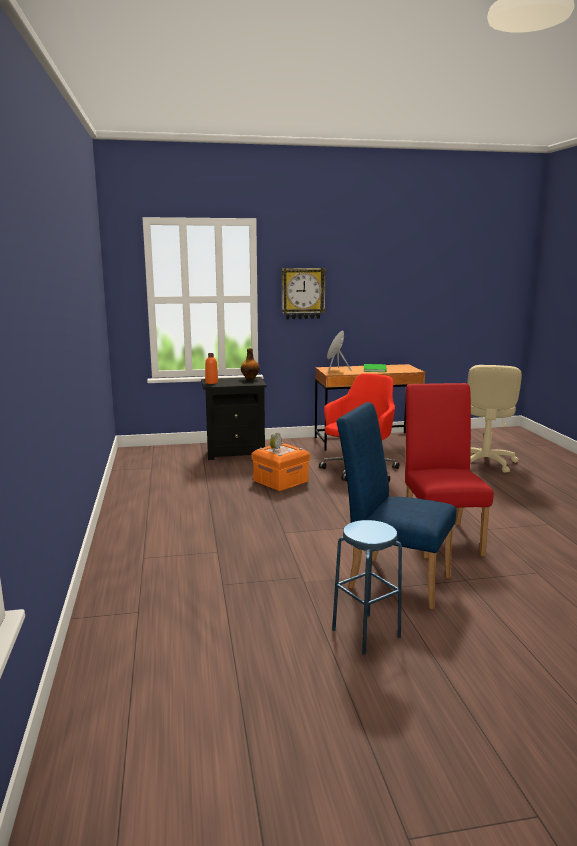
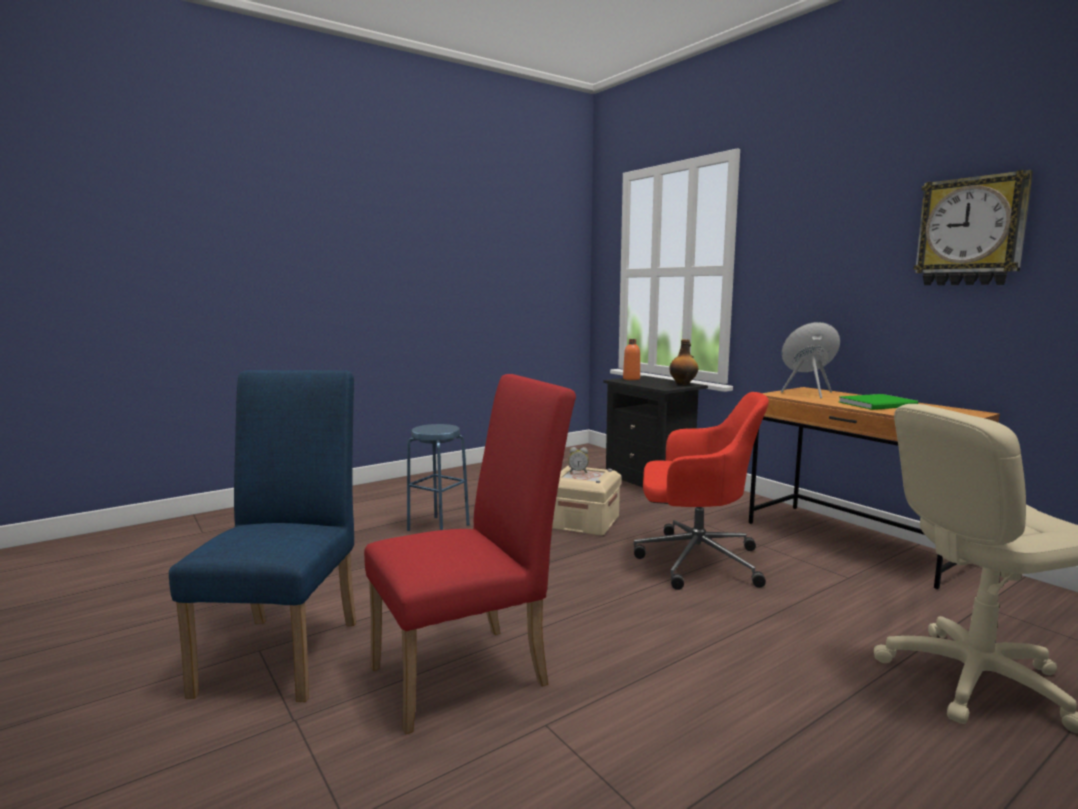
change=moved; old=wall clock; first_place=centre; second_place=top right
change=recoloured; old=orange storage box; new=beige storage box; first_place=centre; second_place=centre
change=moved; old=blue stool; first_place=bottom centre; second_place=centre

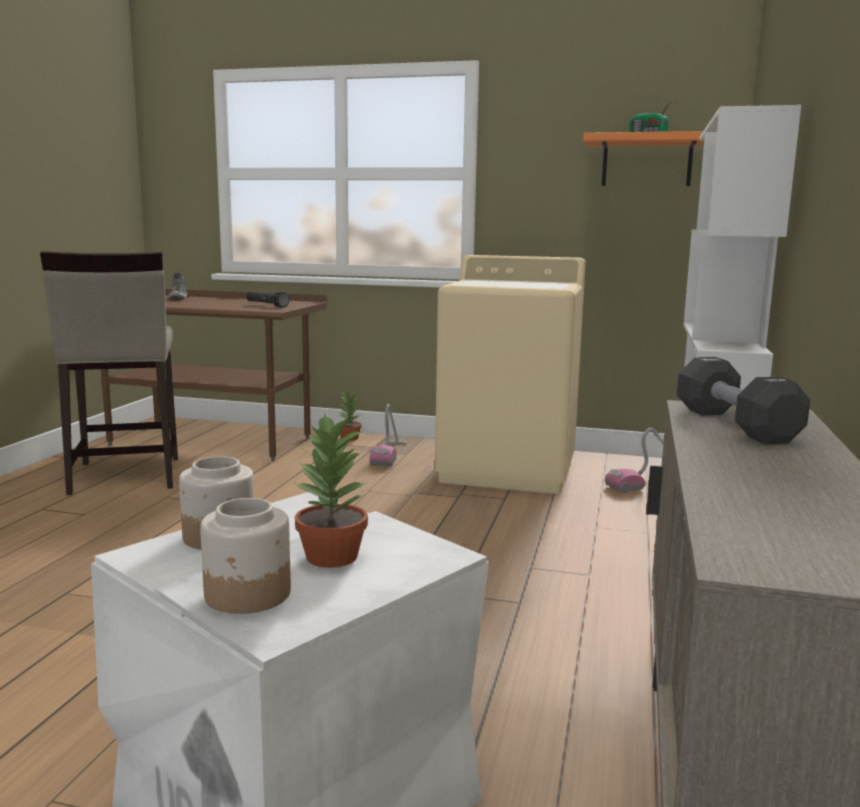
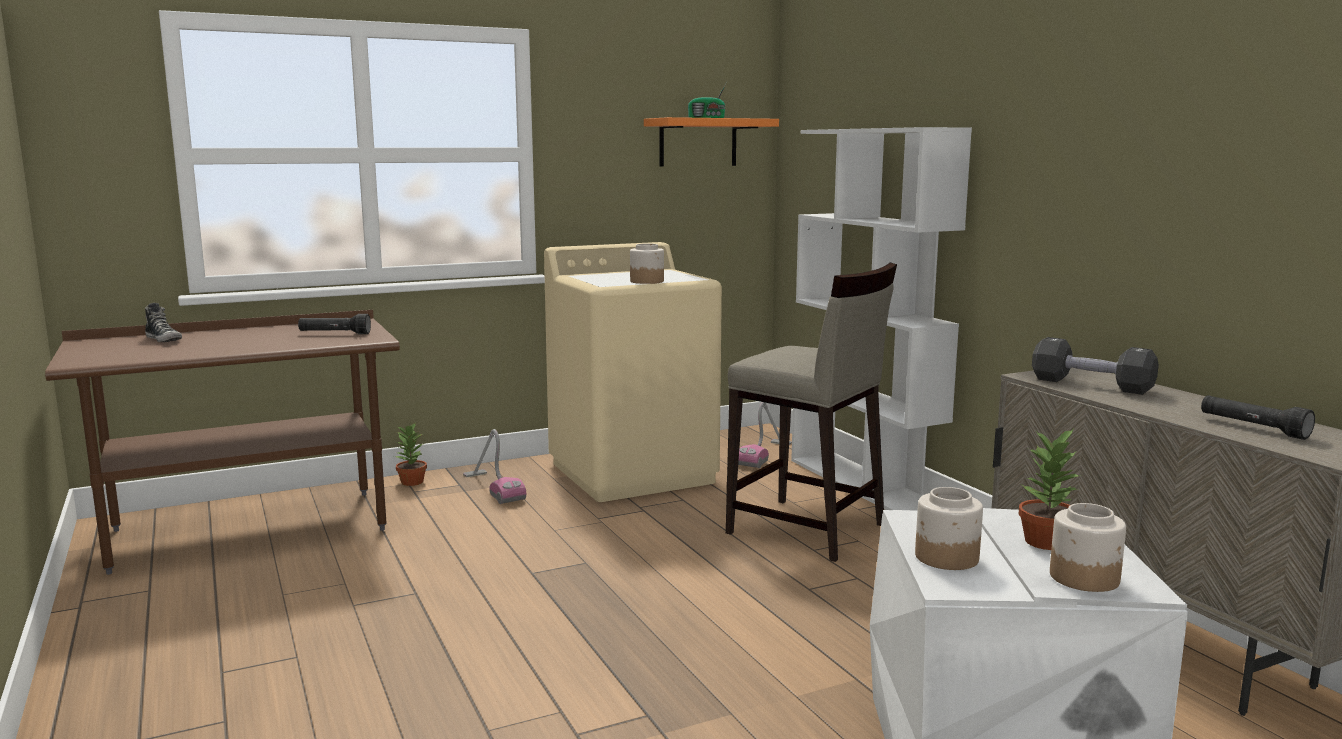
change=moved; old=beige stool; first_place=middle left; second_place=centre
change=added; new=jar (1st from left); second_place=centre
change=added; new=black flashlight (2nd from left); second_place=middle right

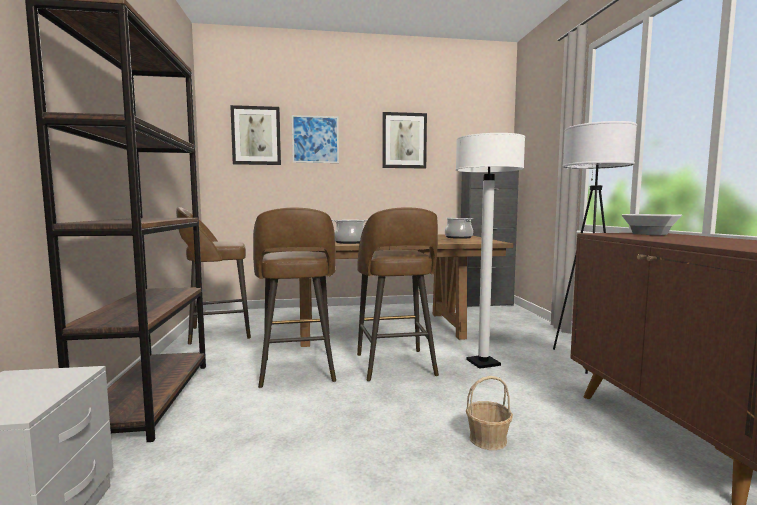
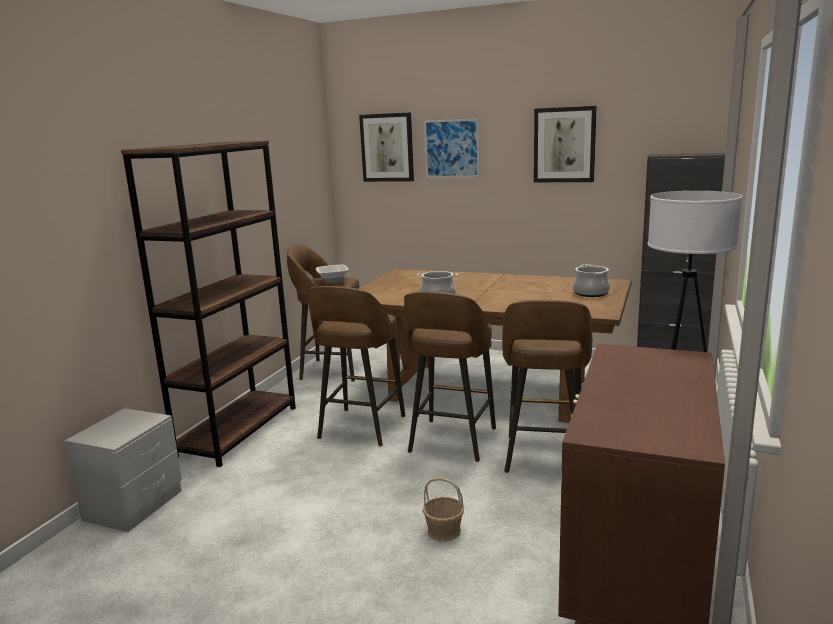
change=replaced; old=white floor lamp (1st from left); new=brown stool (4th from left); first_place=centre; second_place=centre
change=moved; old=bowl; first_place=middle right; second_place=centre

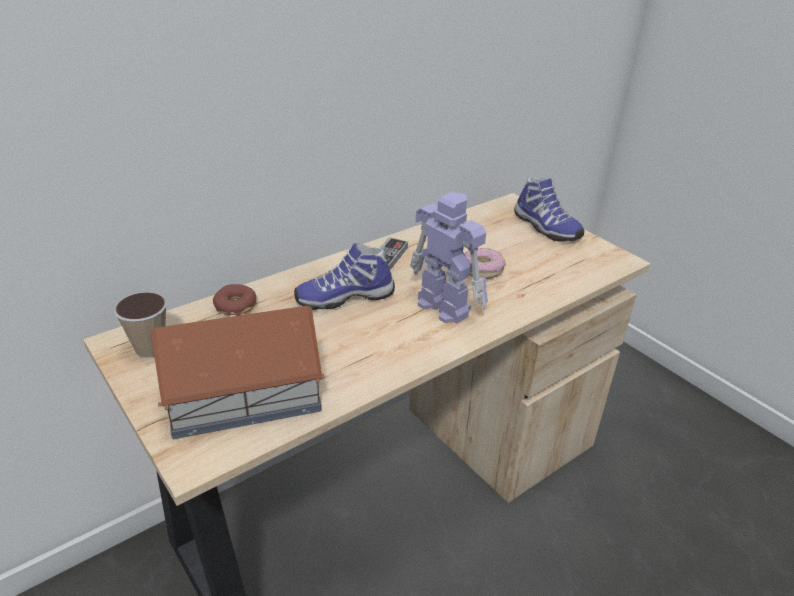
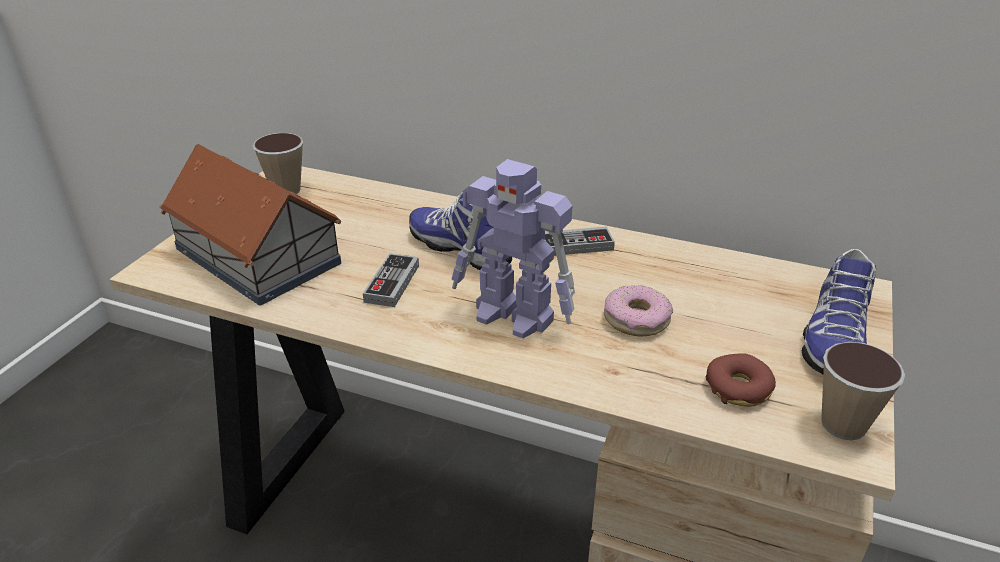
change=turned; old=toy robot; first_place=centre; second_place=centre; degrees=105
change=moved; old=donut (1st from left in the first image); new=donut (2nd from left); first_place=middle left; second_place=bottom right
change=added; new=game controller (1st from left); second_place=centre
change=added; new=cup (2nd from left); second_place=bottom right

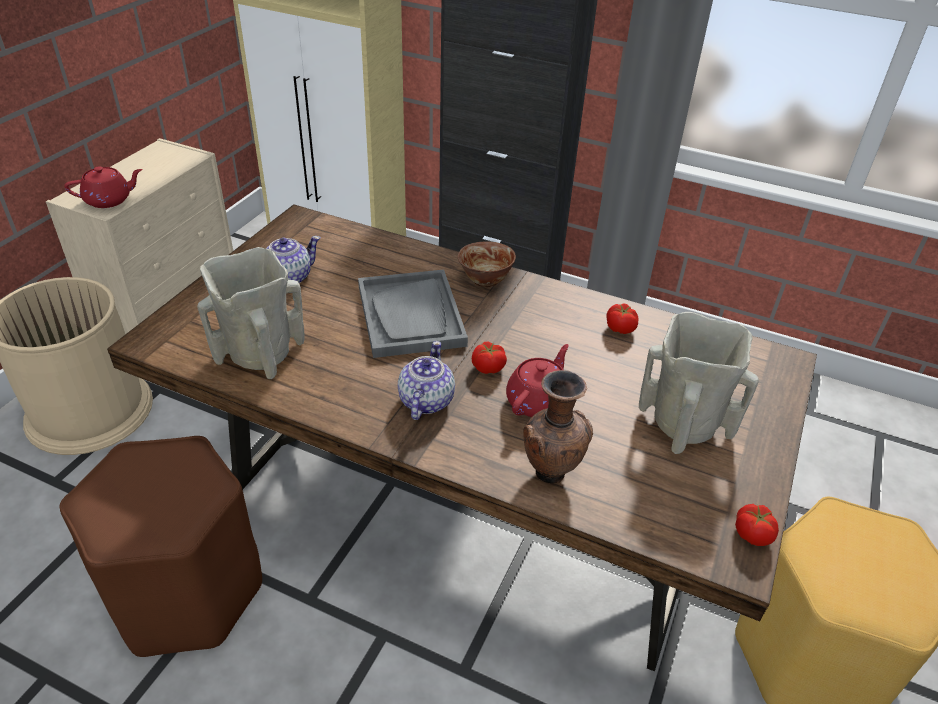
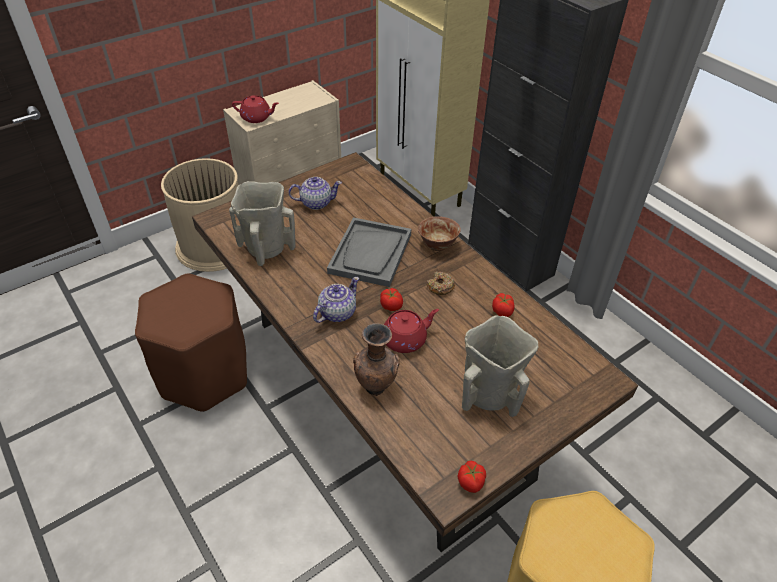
change=added; new=donut; second_place=centre

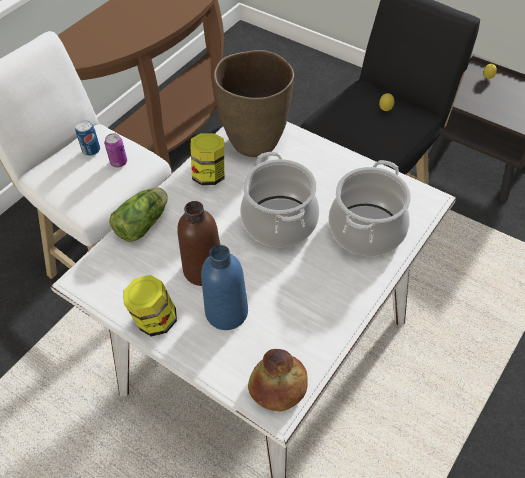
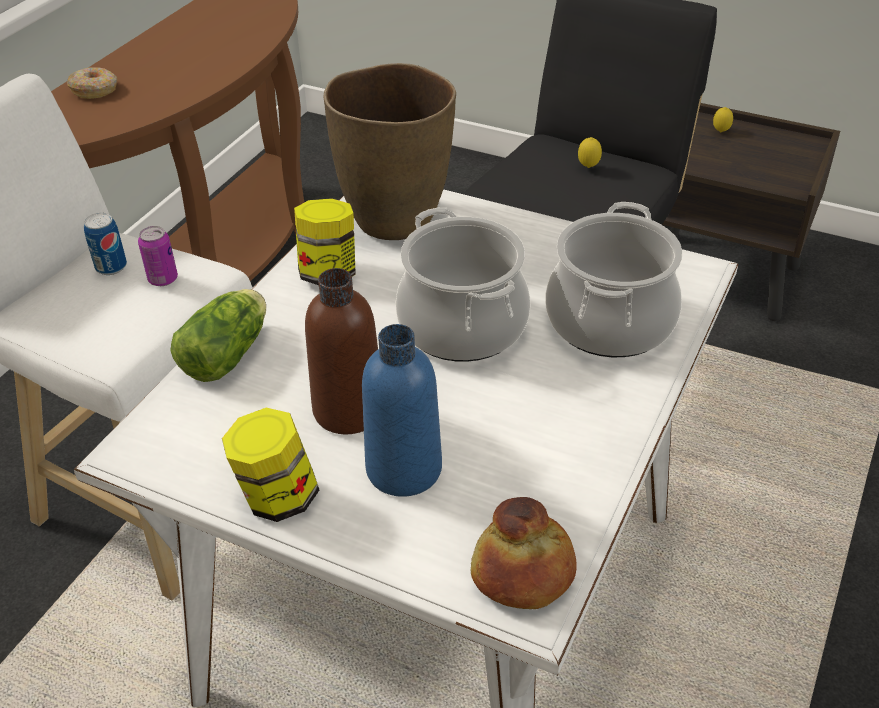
change=added; new=donut; second_place=top left

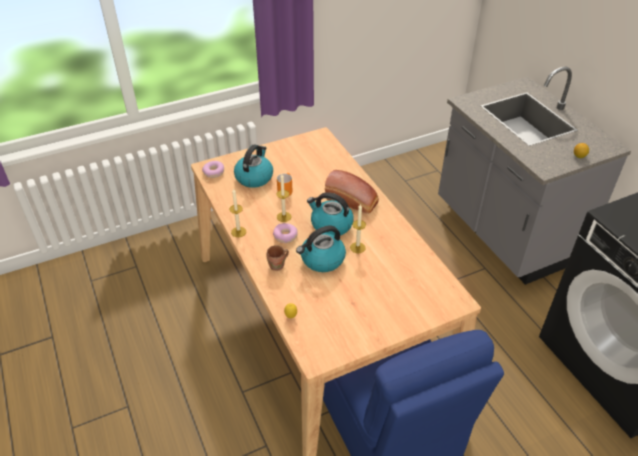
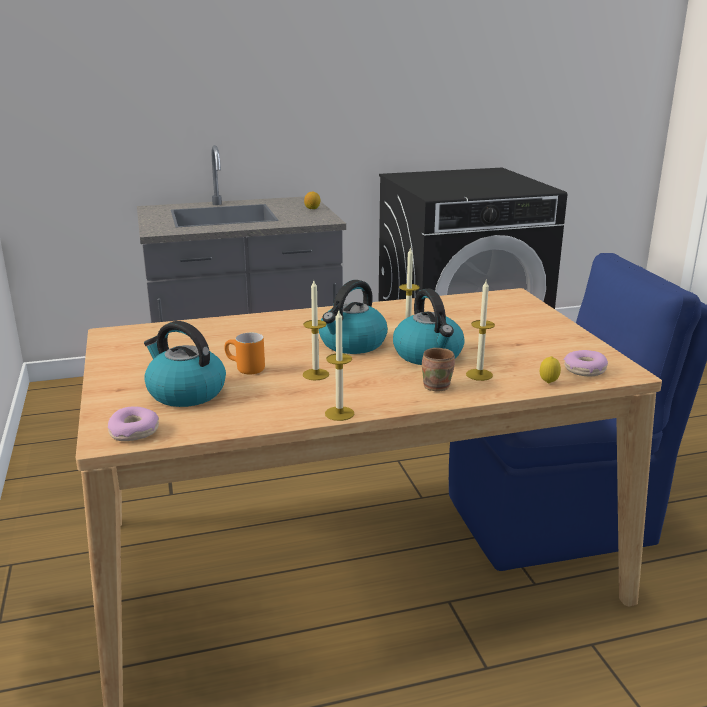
change=removed; old=bread; first_place=centre
change=moved; old=donut (2nd from left); first_place=centre; second_place=middle right
change=added; new=candle (4th from left); second_place=middle right

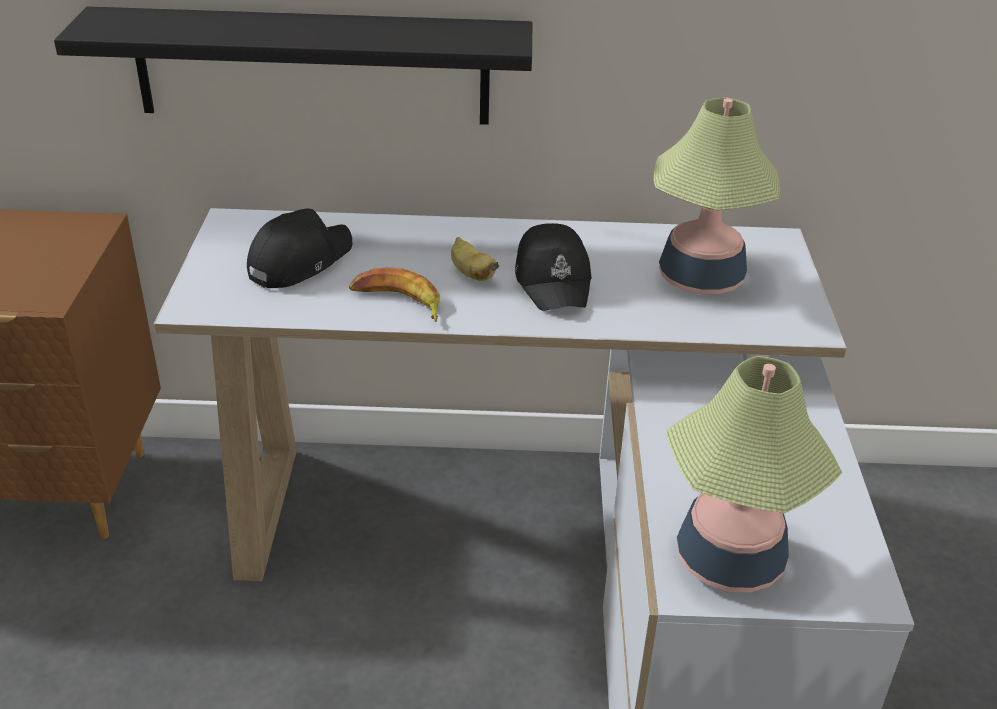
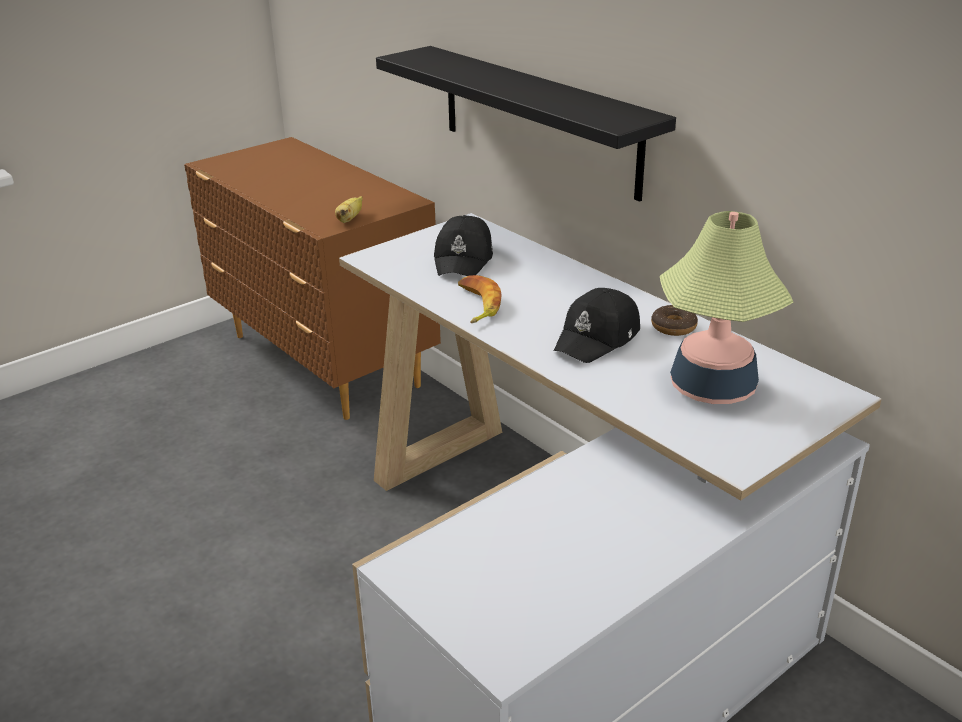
change=turned; old=black cap (1st from left); first_place=middle left; second_place=centre; degrees=105
change=moved; old=banana (2nd from left in the first image); new=banana (1st from left); first_place=centre; second_place=top centre
change=removed; old=table lamp (2nd from left); first_place=bottom right
change=added; new=donut; second_place=middle right

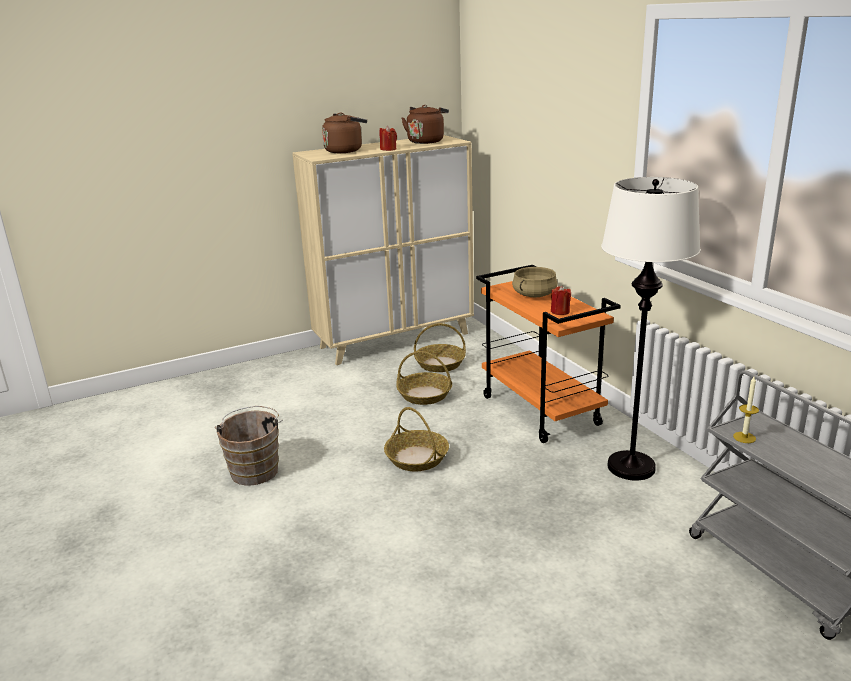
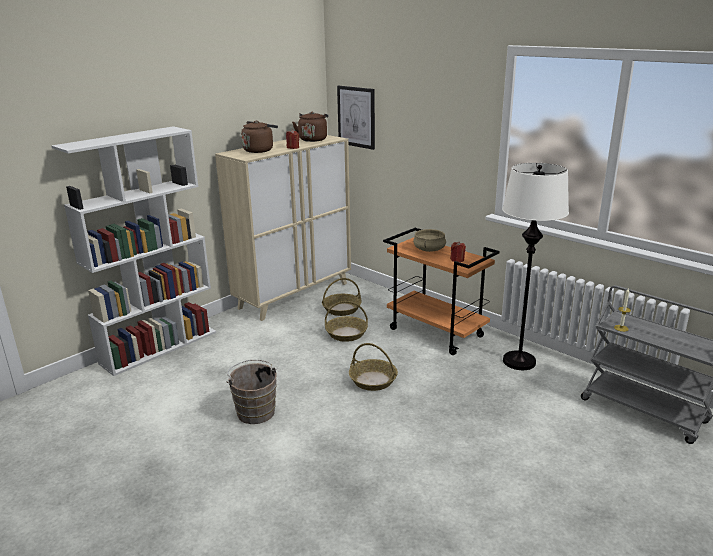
change=added; new=picture; second_place=top centre
change=added; new=white bookcase; second_place=middle left

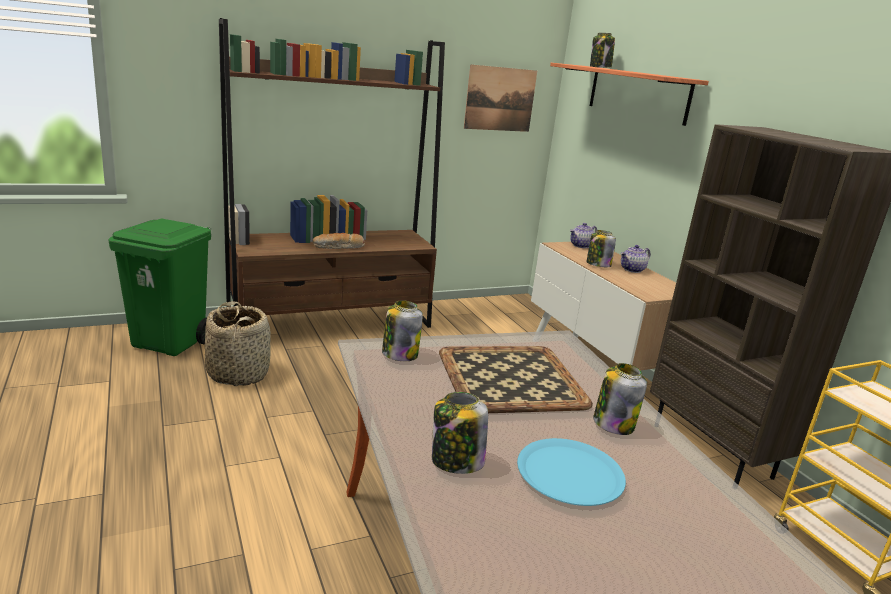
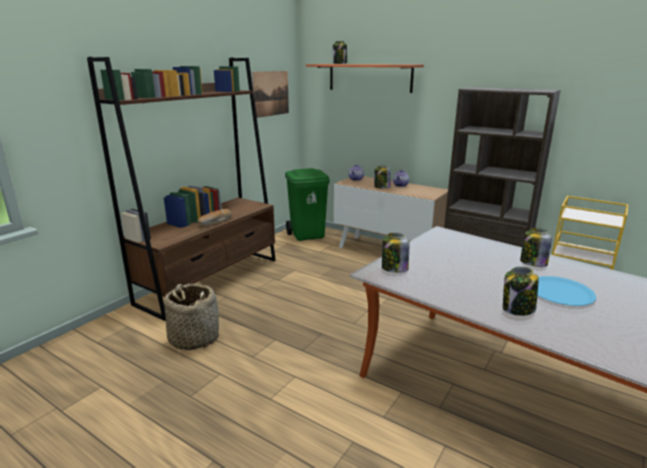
change=moved; old=green trash can; first_place=middle left; second_place=centre
change=removed; old=tray; first_place=centre

